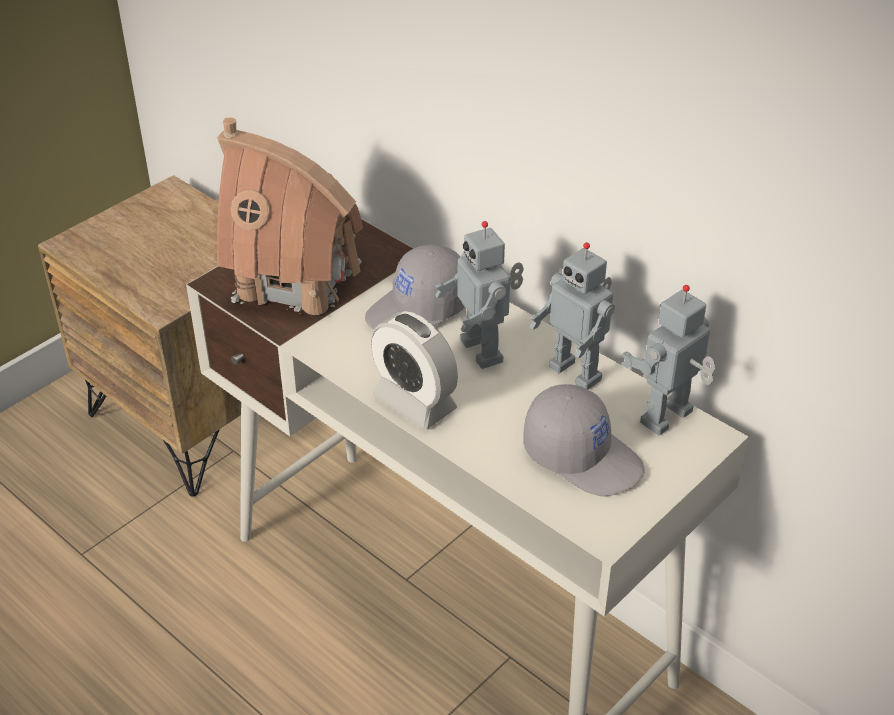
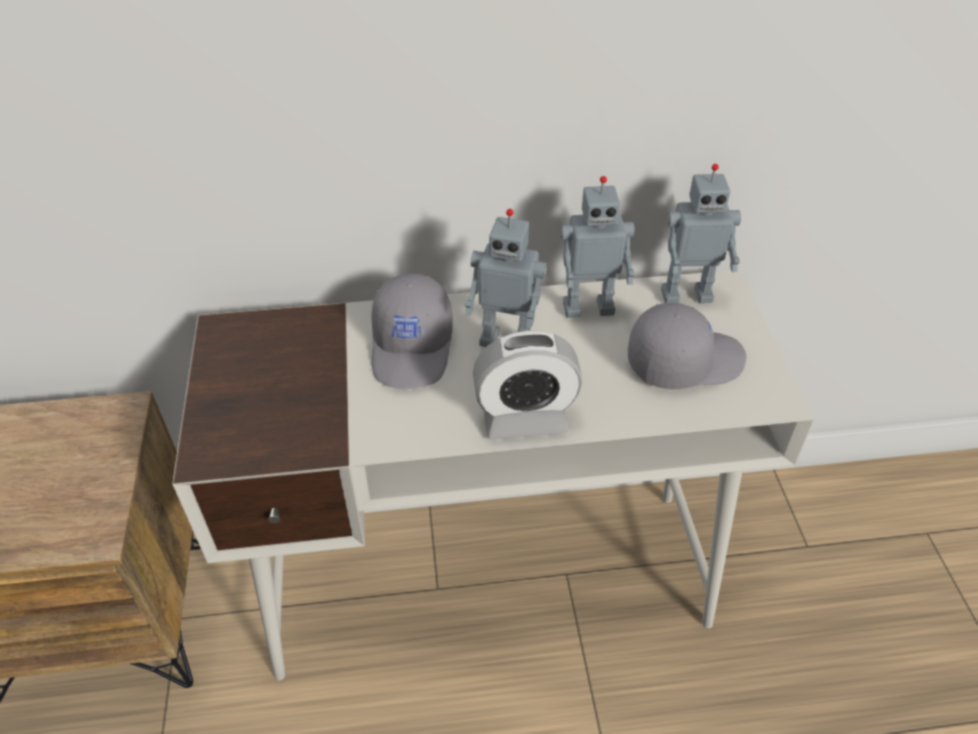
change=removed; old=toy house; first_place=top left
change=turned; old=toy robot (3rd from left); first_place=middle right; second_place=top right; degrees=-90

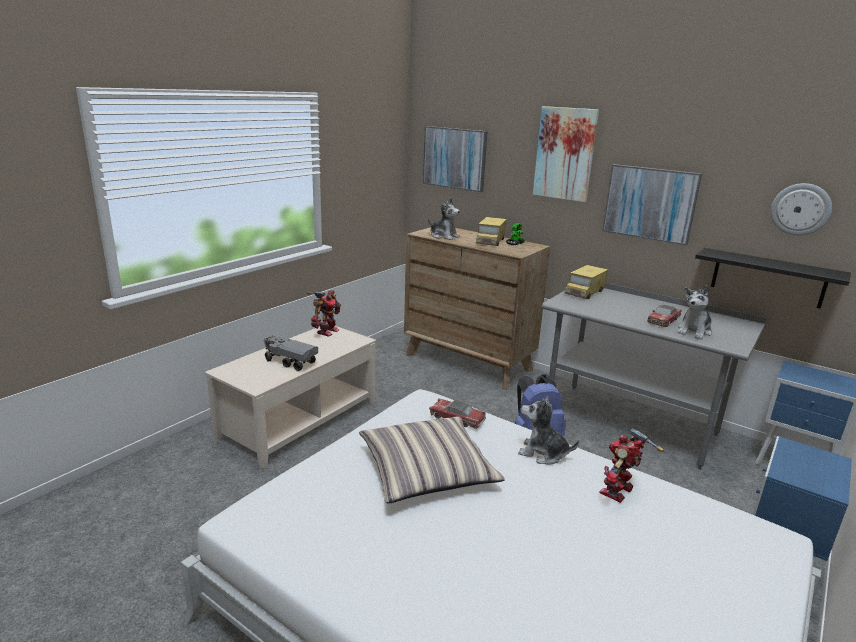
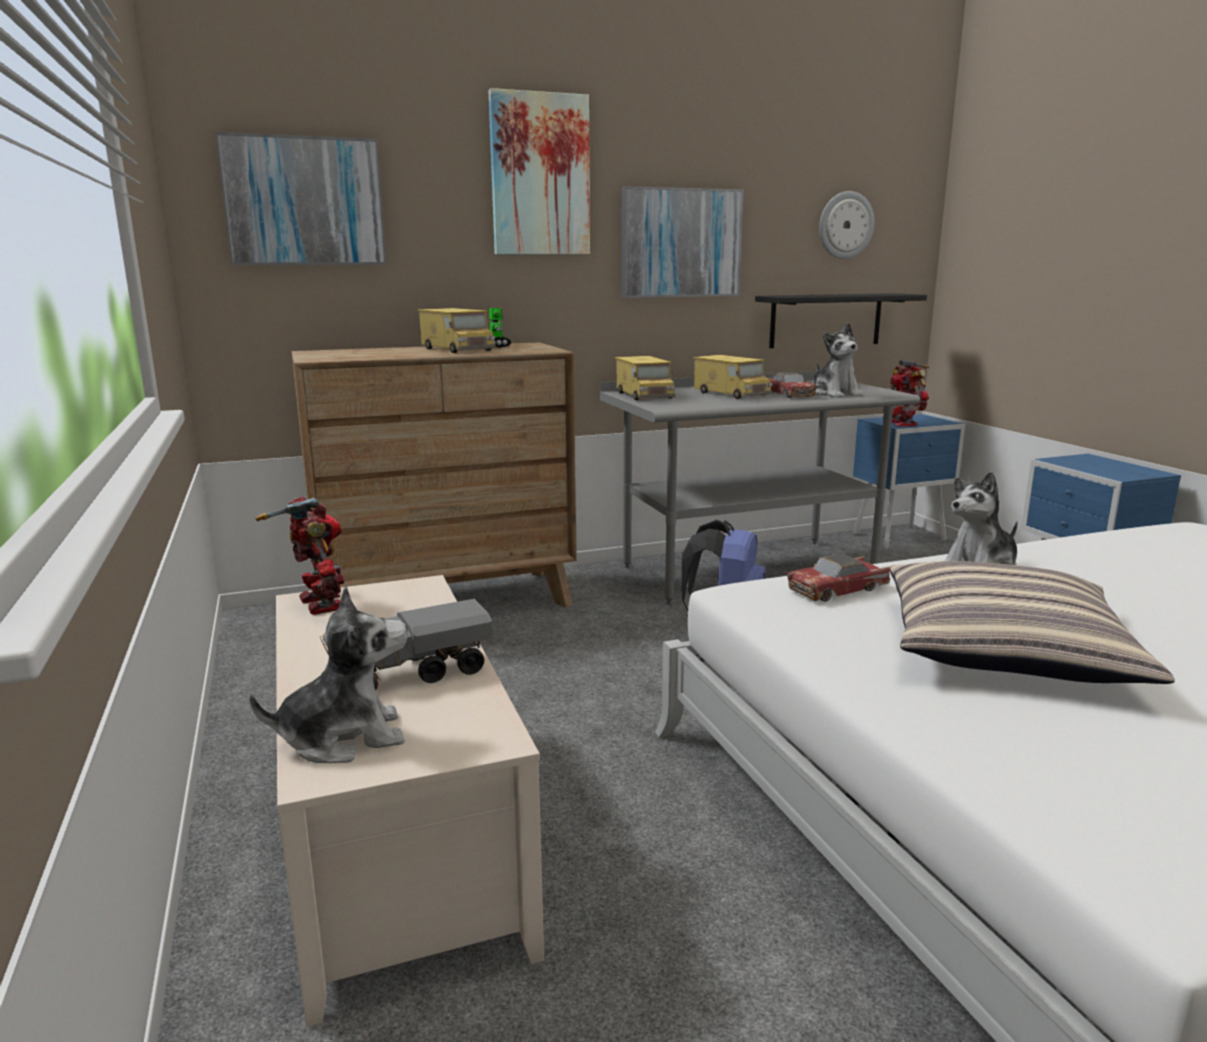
change=moved; old=plush toy (1st from left); first_place=centre; second_place=middle left
change=moved; old=toy robot (3rd from left); first_place=bottom right; second_place=middle right
change=added; new=toy truck (4th from left); second_place=centre

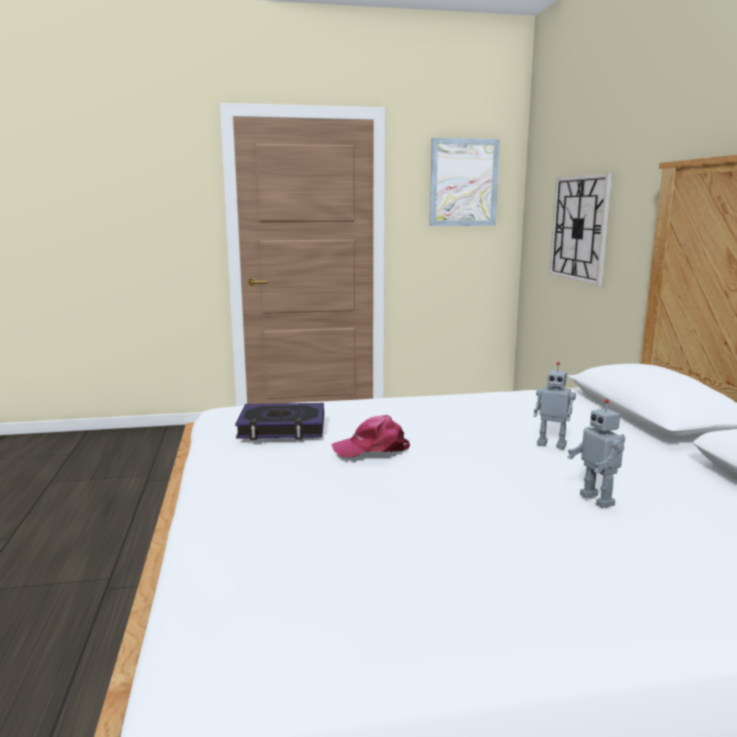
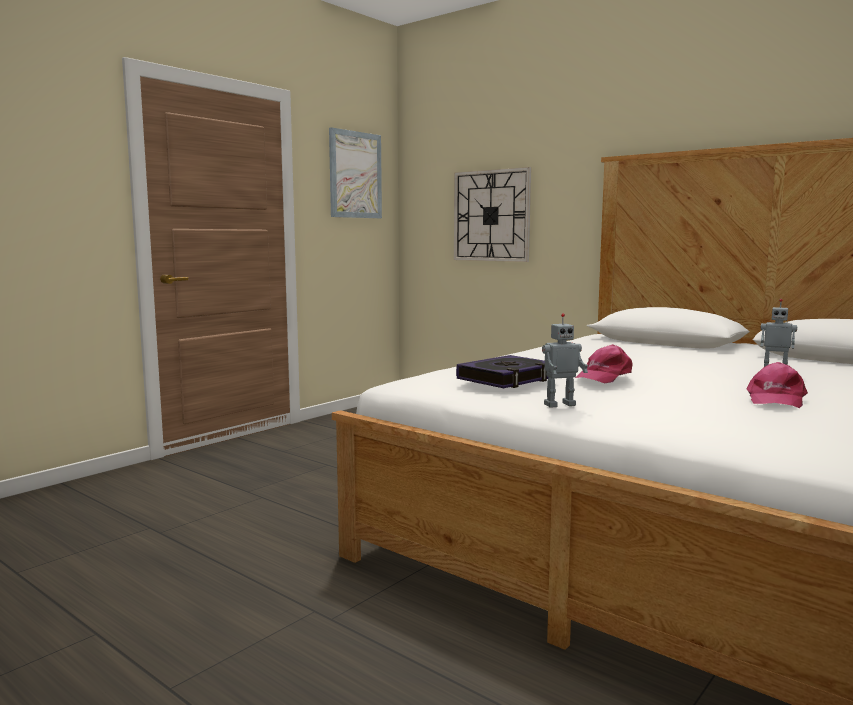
change=moved; old=toy robot (1st from left); first_place=middle right; second_place=centre
change=added; new=pink cap (2nd from left); second_place=middle right

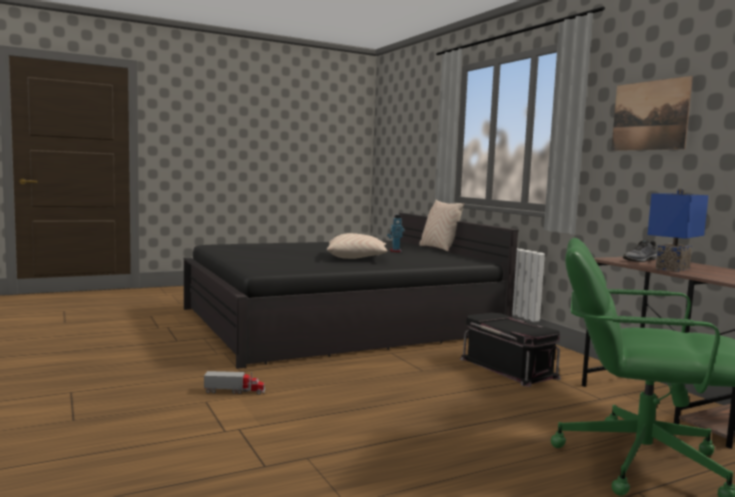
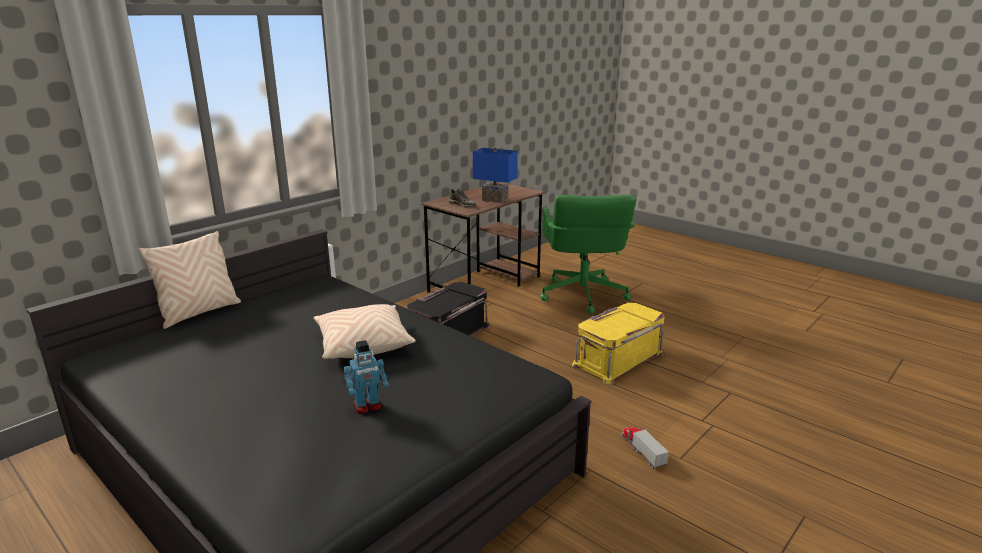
change=removed; old=picture; first_place=top right
change=moved; old=toy robot; first_place=centre; second_place=bottom centre
change=added; new=yellow storage box; second_place=centre

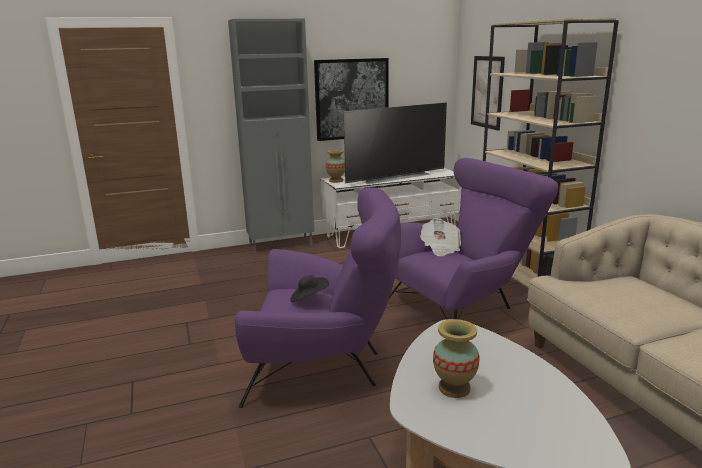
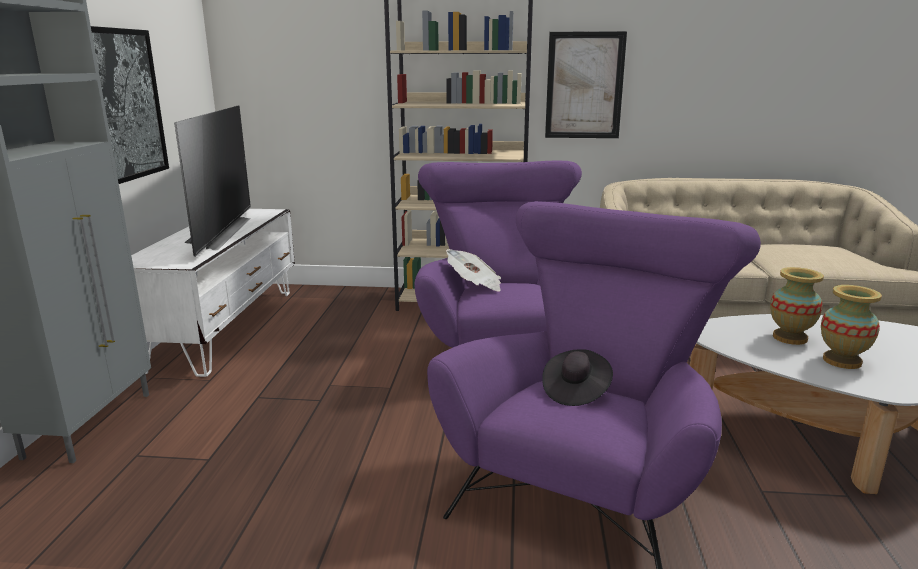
change=moved; old=picture (2nd from left); first_place=top right; second_place=top centre
change=moved; old=vase (1st from left); first_place=centre; second_place=middle right

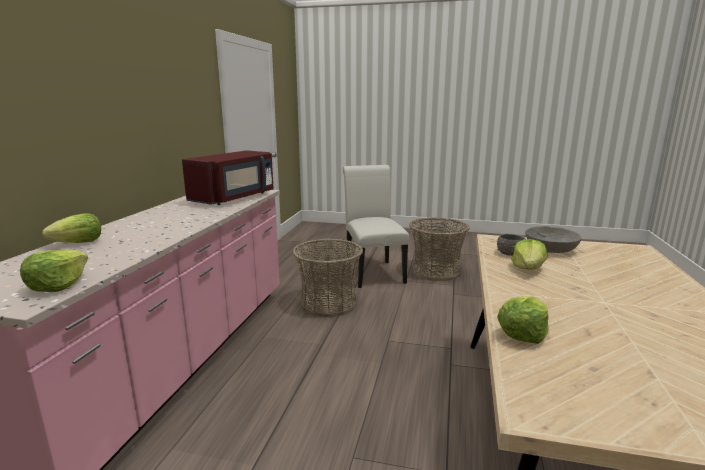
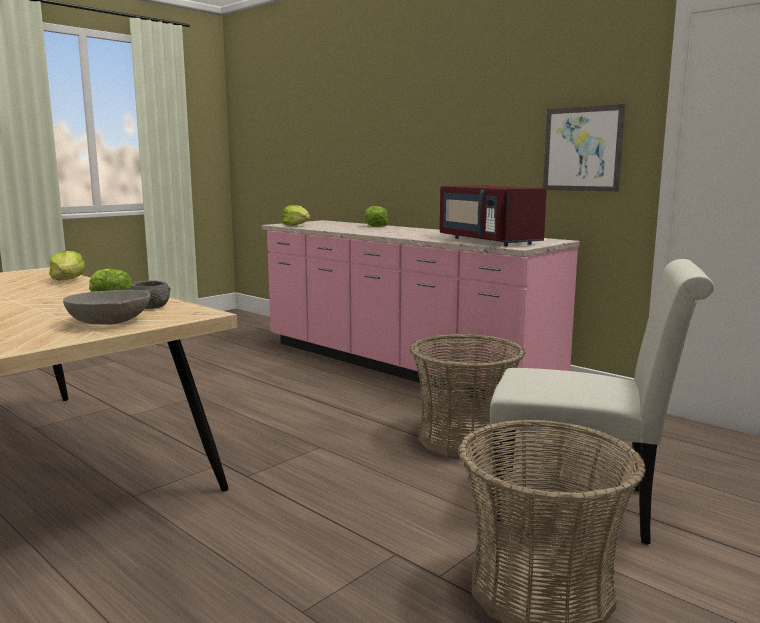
change=added; new=picture; second_place=top right

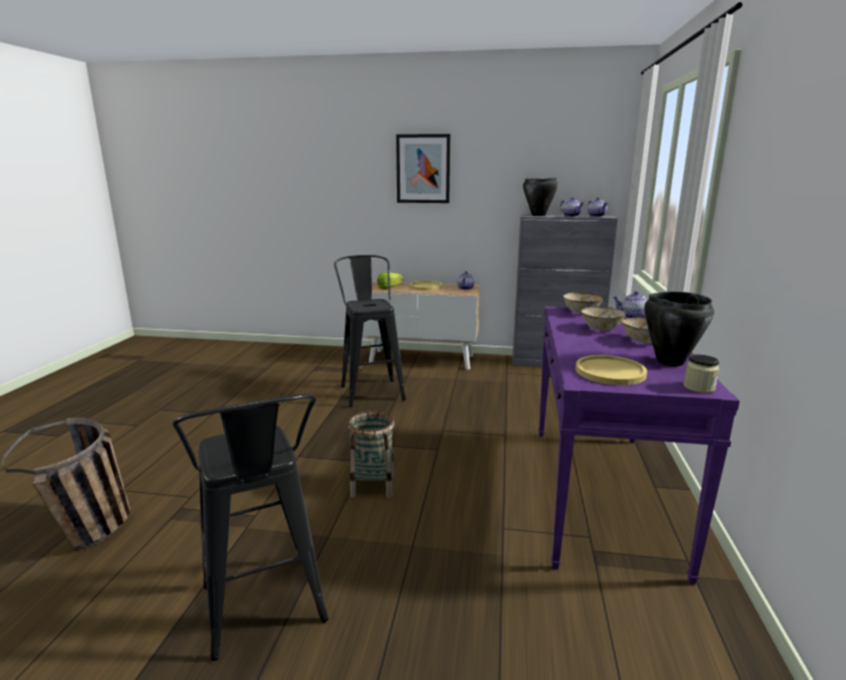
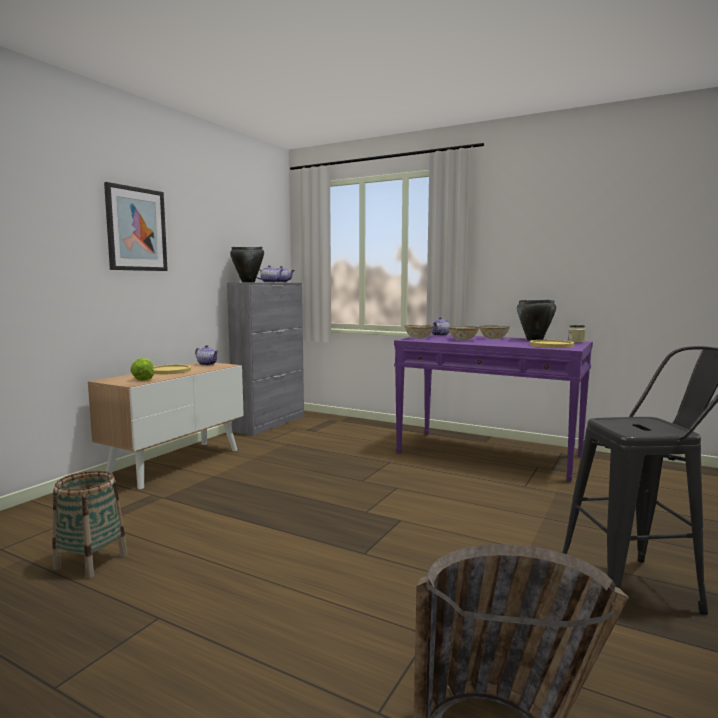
change=removed; old=black stool (2nd from left); first_place=centre
change=moved; old=basket (2nd from left in the first image); new=basket (1st from left); first_place=bottom centre; second_place=bottom left

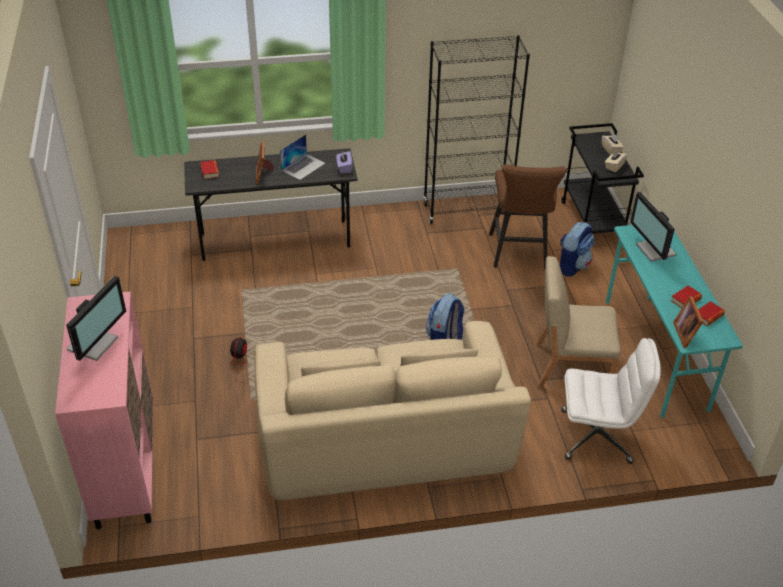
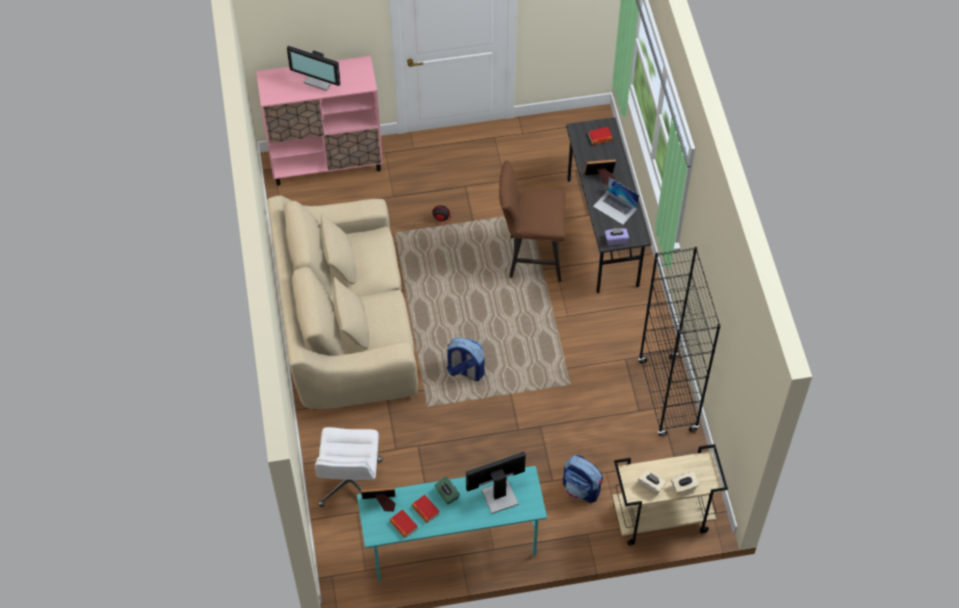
change=recoloured; old=black cart; new=beige cart; first_place=top right; second_place=bottom right
change=moved; old=brown stool; first_place=middle right; second_place=centre
change=removed; old=beige chair; first_place=middle right
change=added; new=green tissue box; second_place=bottom centre

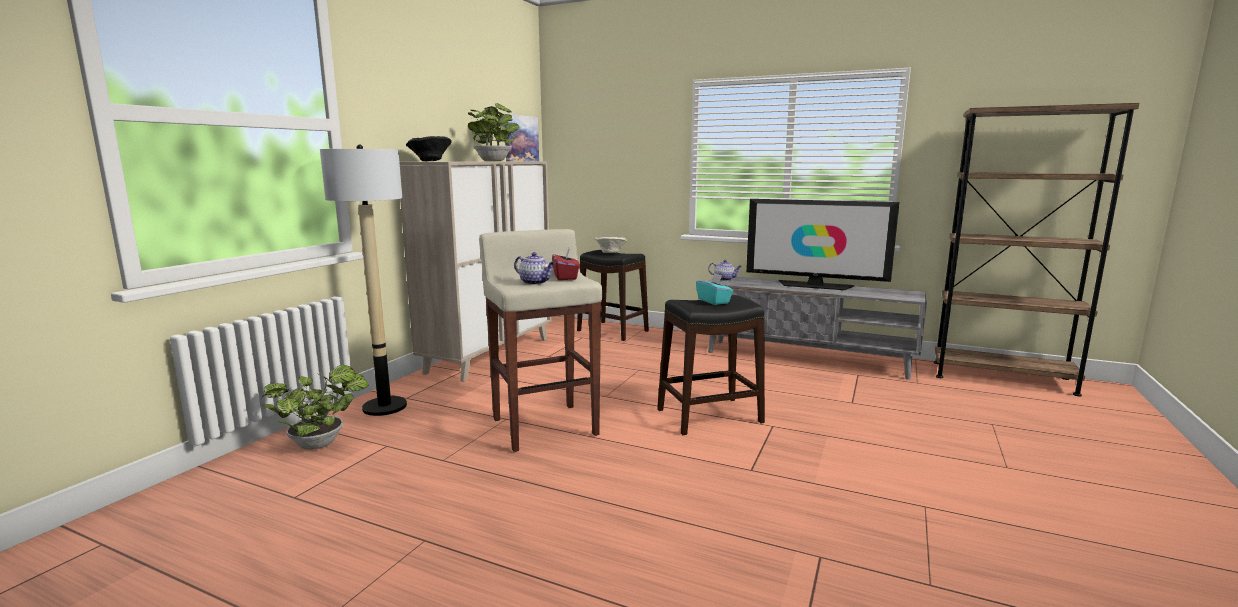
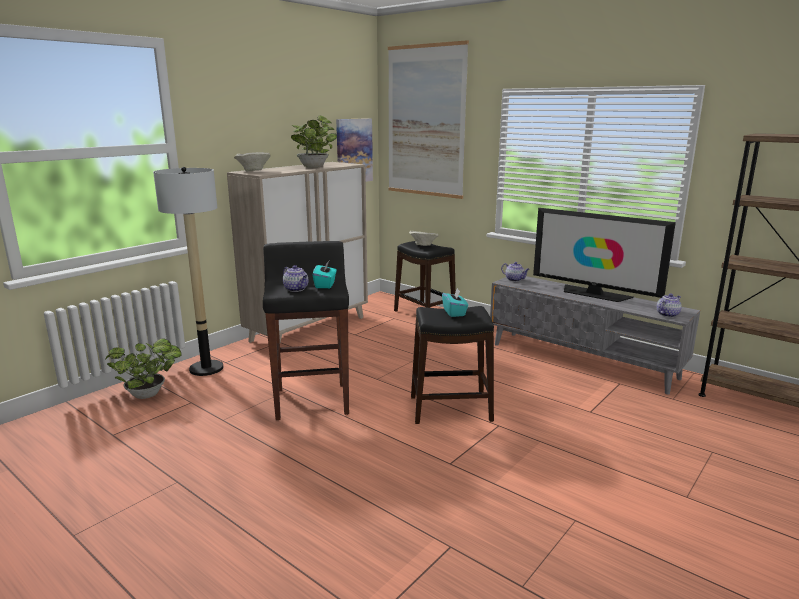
change=recoloured; old=black bowl; new=beige bowl (1st from left); first_place=top centre; second_place=top left
change=recoloured; old=beige stool; new=black stool (1st from left); first_place=centre; second_place=centre
change=recoloured; old=red tissue box; new=turquoise tissue box (1st from left); first_place=centre; second_place=centre
change=added; new=picture (2nd from left); second_place=top centre
change=added; new=teapot (3rd from left); second_place=middle right

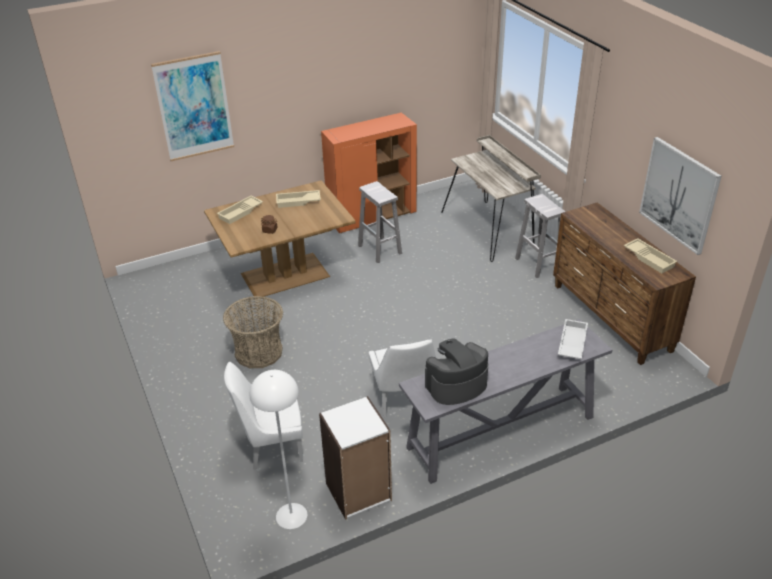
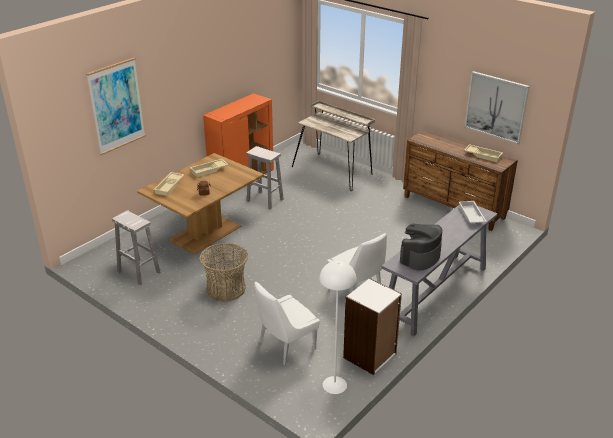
change=moved; old=white stool (2nd from left in the first image); new=white stool (1st from left); first_place=middle right; second_place=middle left

